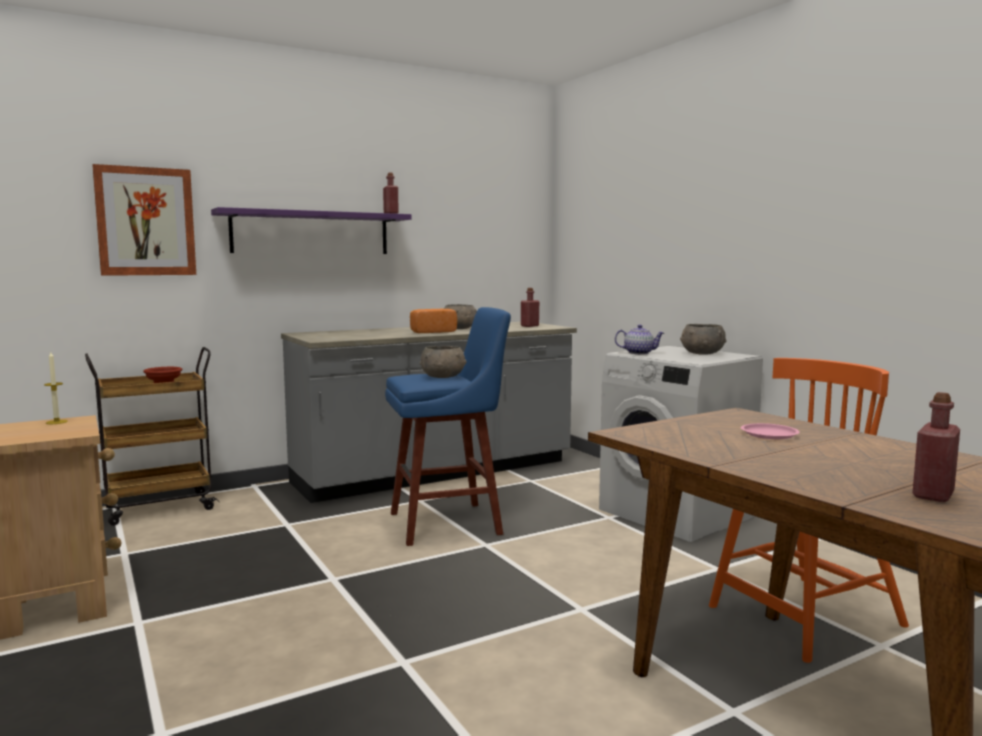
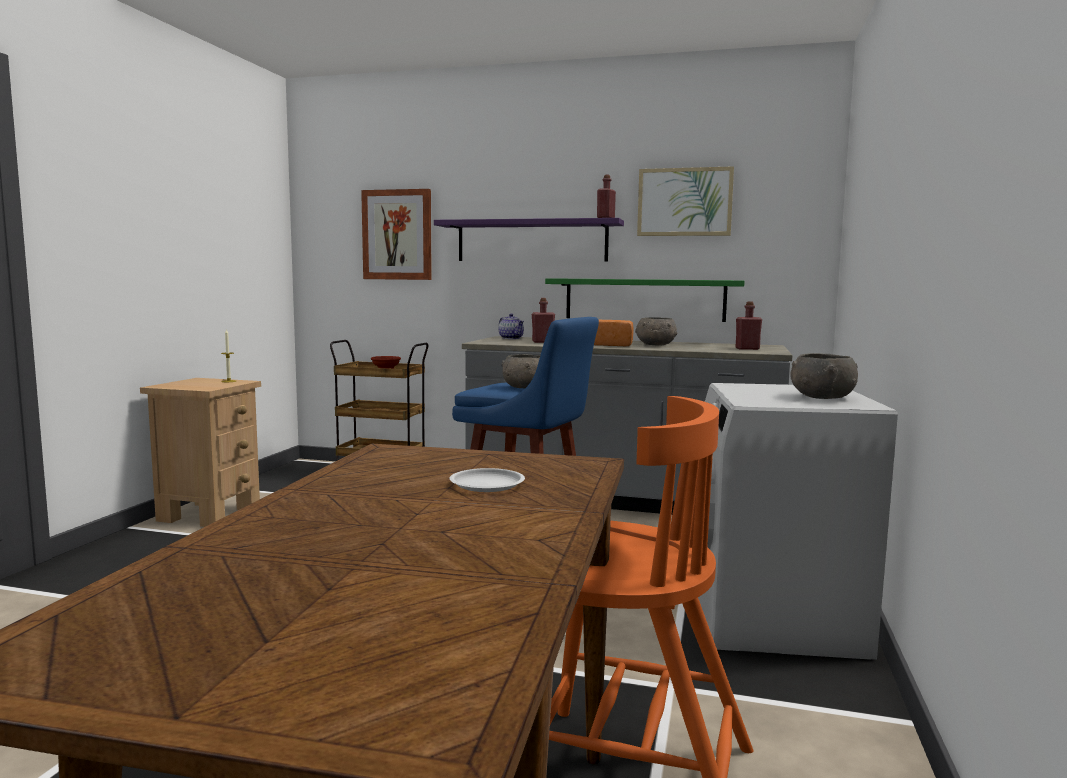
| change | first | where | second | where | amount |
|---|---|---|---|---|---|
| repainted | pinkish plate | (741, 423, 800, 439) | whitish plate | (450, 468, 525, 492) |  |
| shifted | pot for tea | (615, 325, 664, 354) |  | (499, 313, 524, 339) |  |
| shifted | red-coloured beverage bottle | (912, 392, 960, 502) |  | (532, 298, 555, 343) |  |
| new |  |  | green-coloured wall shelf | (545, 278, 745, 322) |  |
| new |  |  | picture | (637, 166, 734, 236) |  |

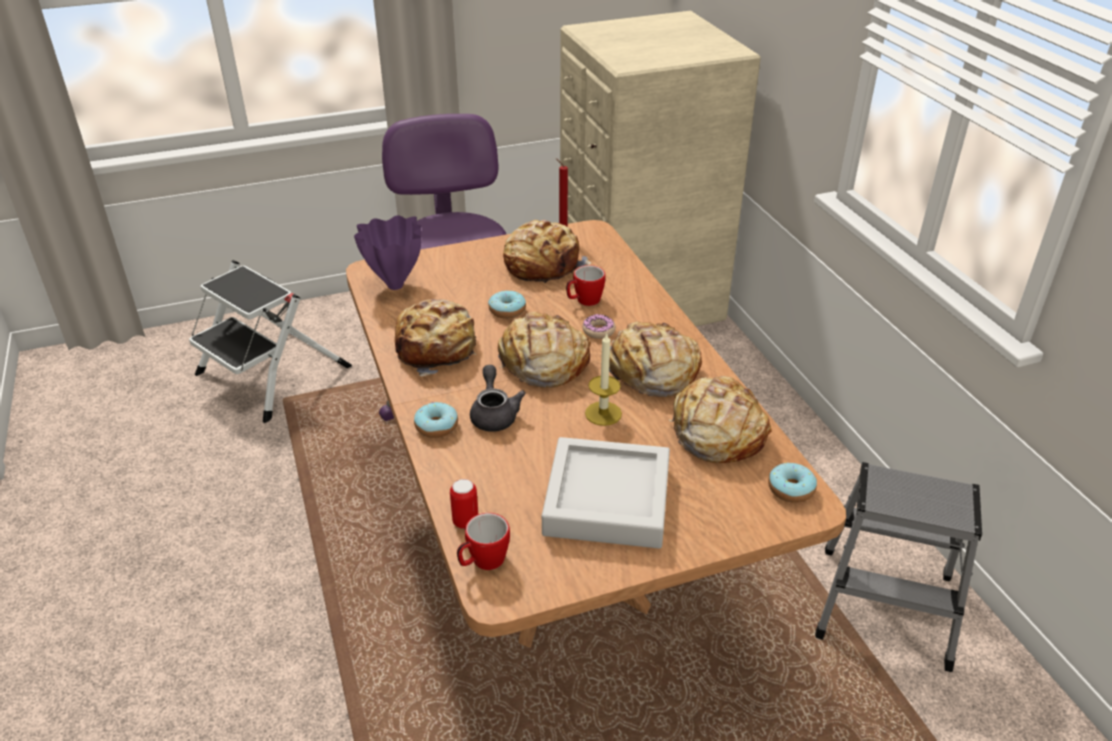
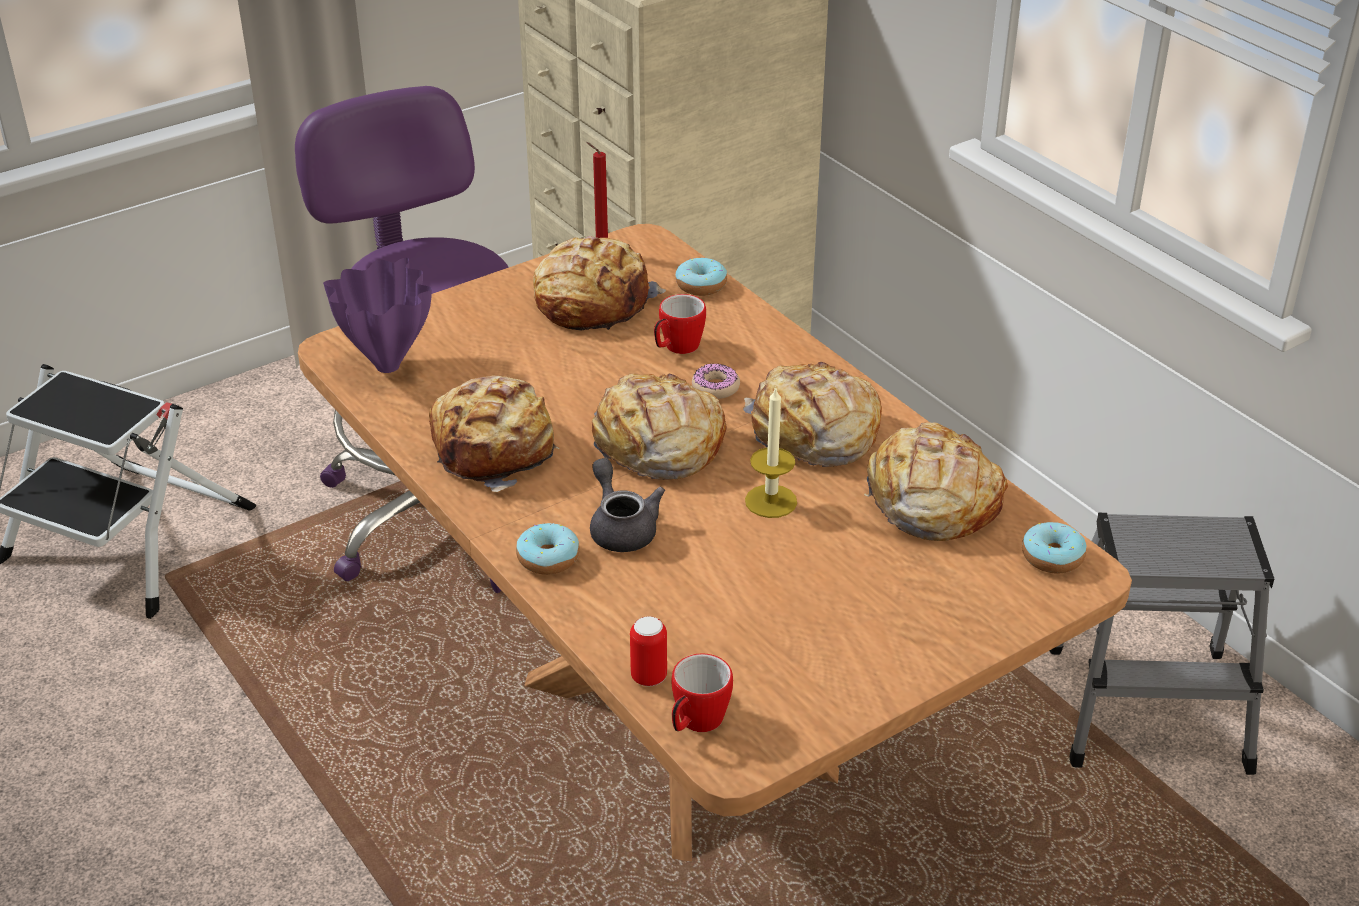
| change | first | where | second | where | amount |
|---|---|---|---|---|---|
| shifted | doughnut | (488, 290, 526, 319) |  | (676, 258, 727, 296) |  |
| gone | greyish serving tray | (542, 437, 670, 548) |  |  |  |

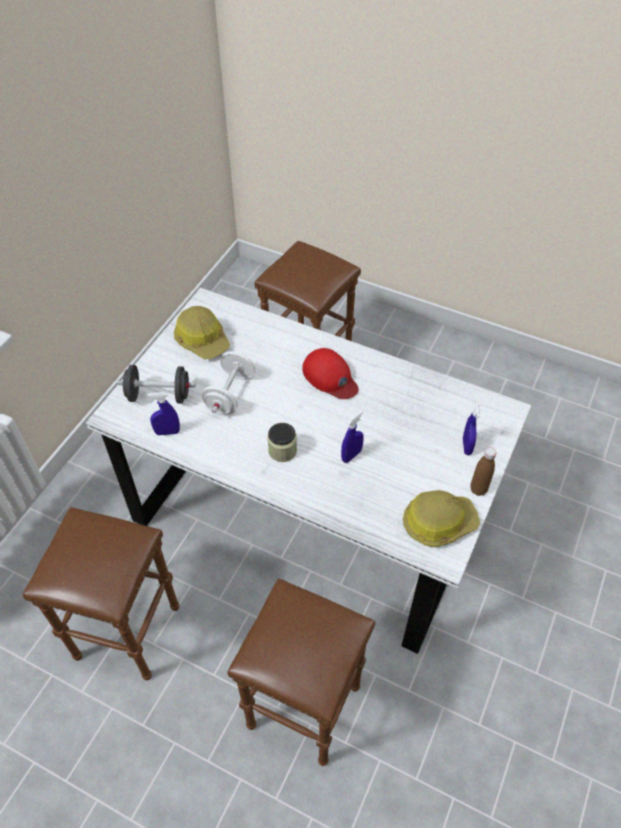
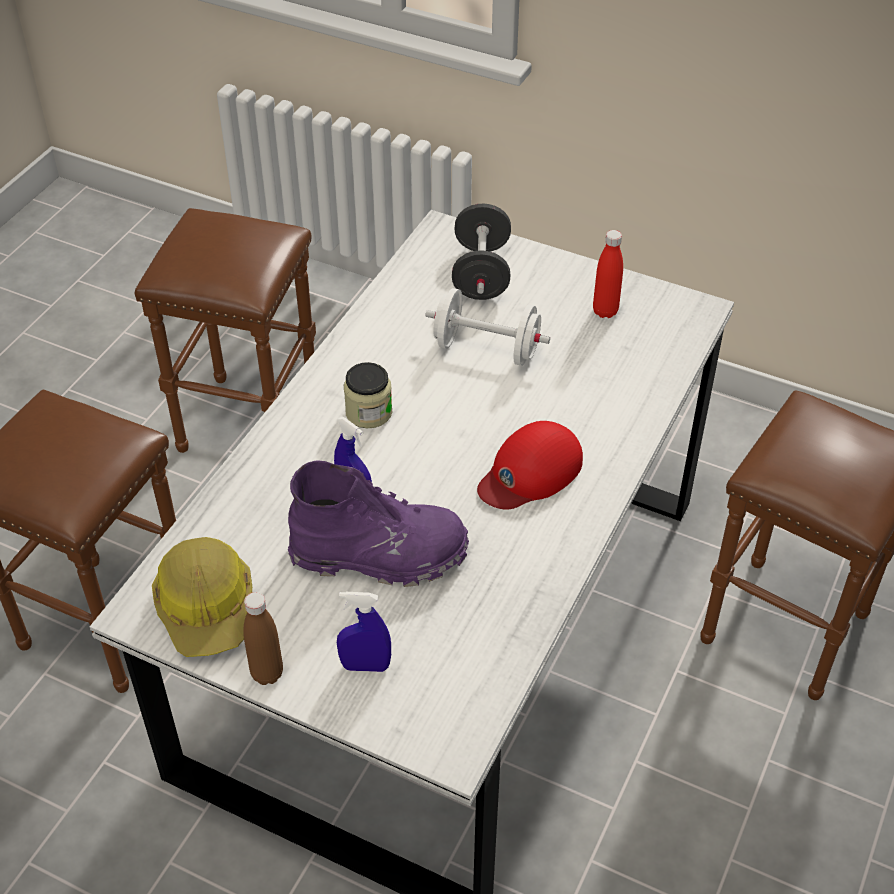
| change | first | where | second | where | amount |
|---|---|---|---|---|---|
| new |  |  | purple-coloured boot | (288, 461, 469, 587) |  |
| swapped | work helmet | (174, 306, 230, 359) | red-coloured beverage bottle | (593, 230, 623, 318) |  |
| gone | blue-coloured spray bottle | (147, 392, 180, 435) |  |  |  |

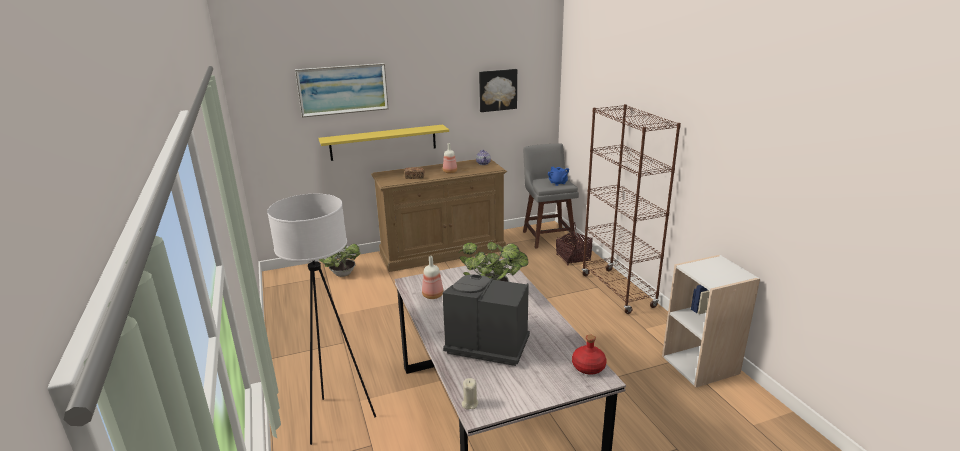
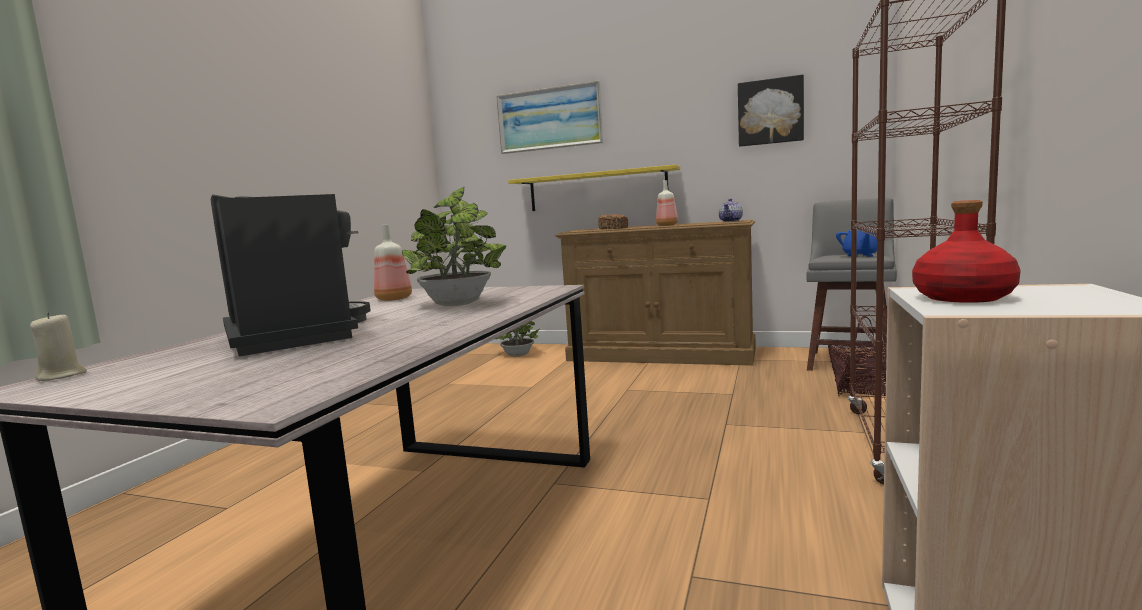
| change | first | where | second | where | amount |
|---|---|---|---|---|---|
| shifted | red-coloured beverage bottle | (572, 335, 607, 375) |  | (912, 200, 1021, 303) |  |
| gone | whitish standing lamp | (267, 194, 376, 445) |  |  |  |

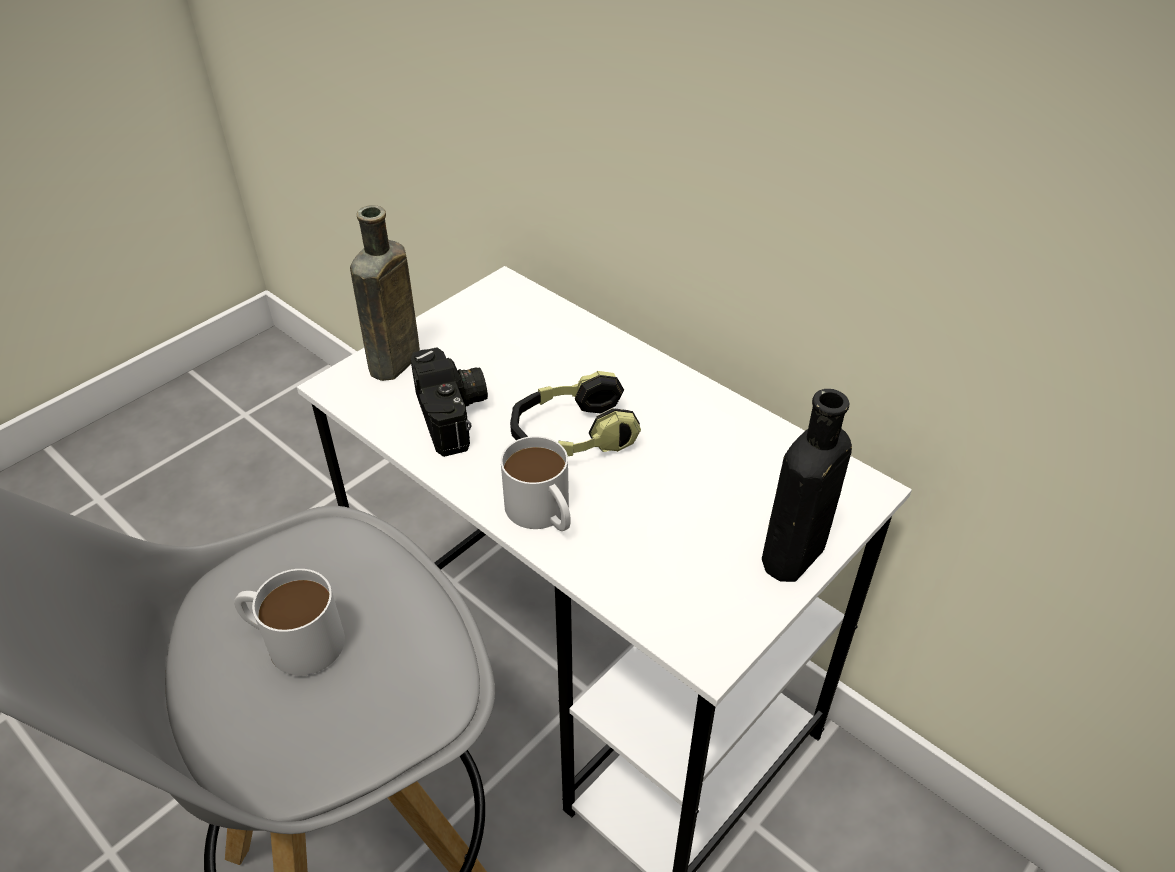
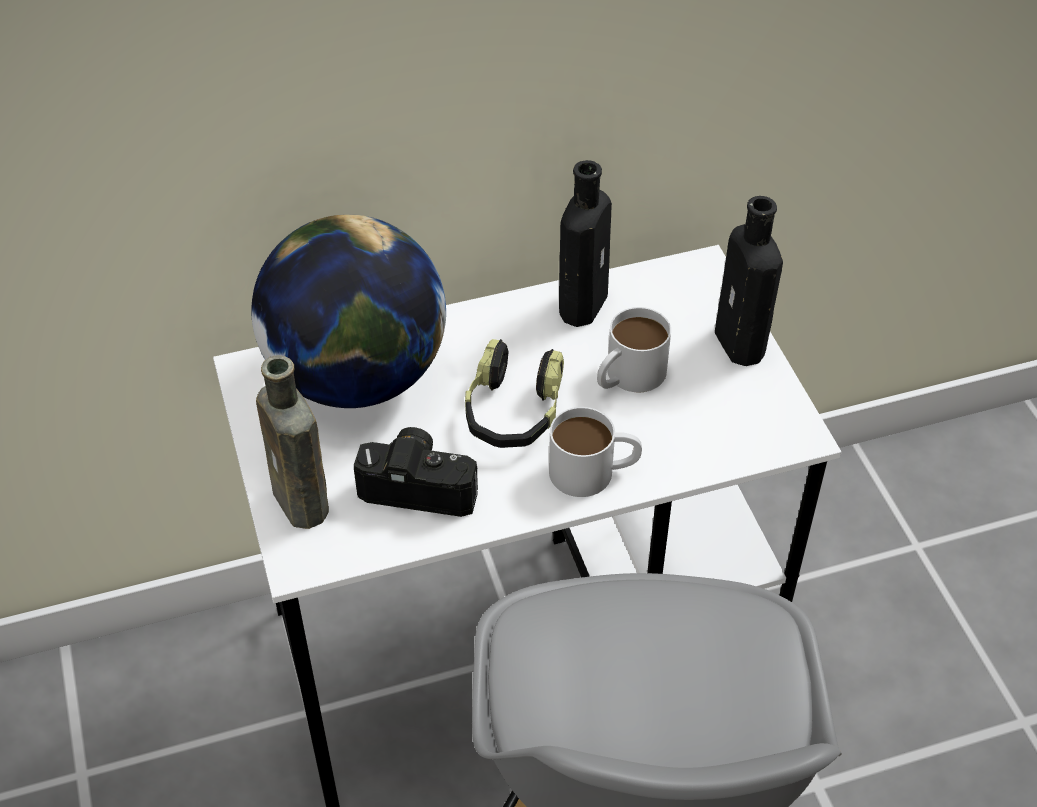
| change | first | where | second | where | amount |
|---|---|---|---|---|---|
| new |  |  | desk globe | (251, 214, 446, 408) |  |
| new |  |  | black beverage bottle | (559, 160, 612, 327) |  |
| shifted | whitish coffee mug | (234, 569, 345, 676) |  | (597, 307, 671, 392) |  |

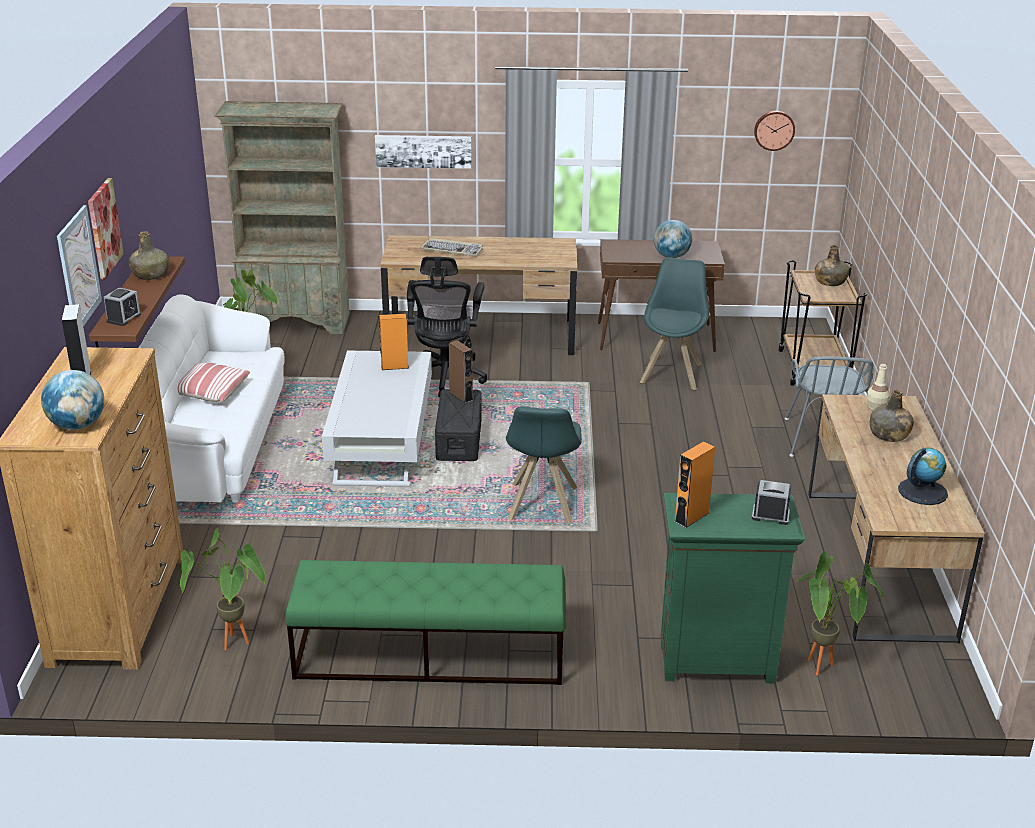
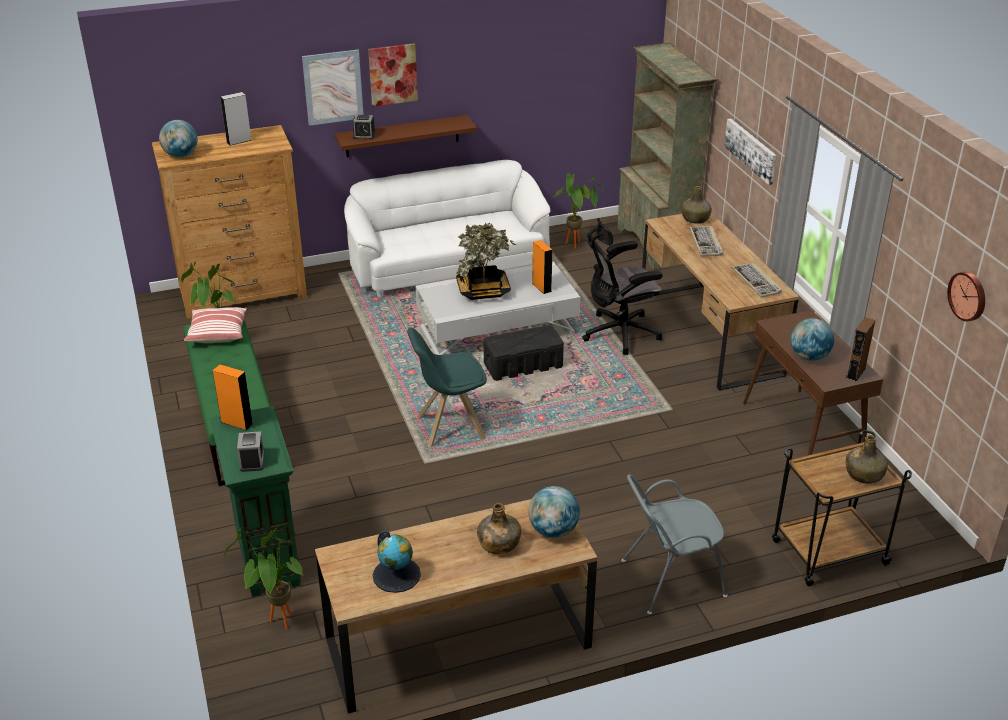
| change | first | where | second | where | amount |
|---|---|---|---|---|---|
| shifted | cushion | (177, 363, 250, 402) |  | (184, 307, 247, 343) |  |
| new |  |  | houseplant | (456, 223, 516, 300) |  |
| swapped | beige beverage bottle | (867, 364, 890, 410) | desk globe | (528, 486, 580, 538) |  |
| shifted | green-coloured beverage bottle | (129, 231, 169, 280) |  | (682, 186, 712, 224) |  |
| new |  |  | computer keyboard | (731, 262, 782, 298) |  |
| shifted | brown loudspeaker | (449, 340, 473, 403) |  | (846, 318, 875, 382) |  |
| gone | blue-green upright chair | (640, 257, 709, 390) |  |  |  |

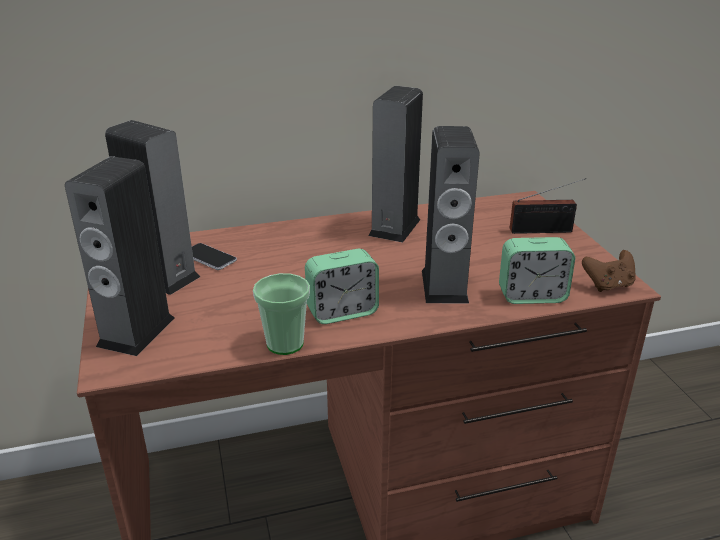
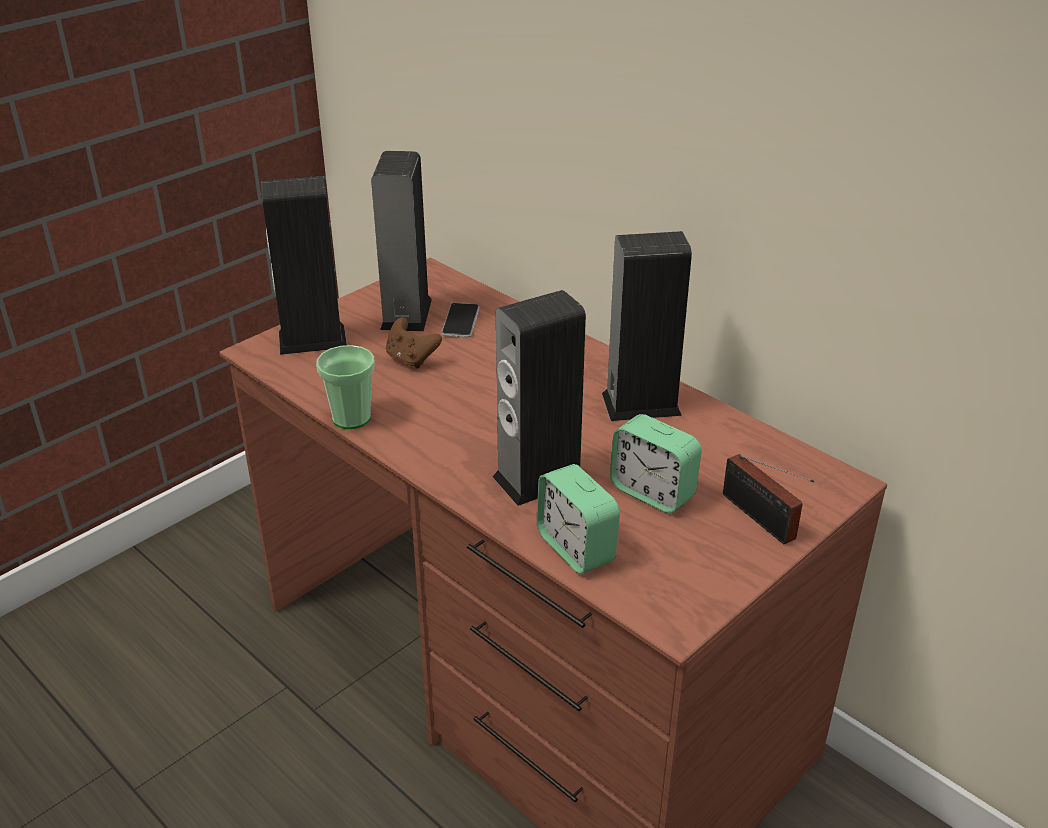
| change | first | where | second | where | amount |
|---|---|---|---|---|---|
| shifted | brown game controller | (582, 250, 635, 292) |  | (386, 317, 442, 369) |  |
| shifted | table clock | (305, 249, 379, 324) |  | (610, 414, 702, 513) |  |

